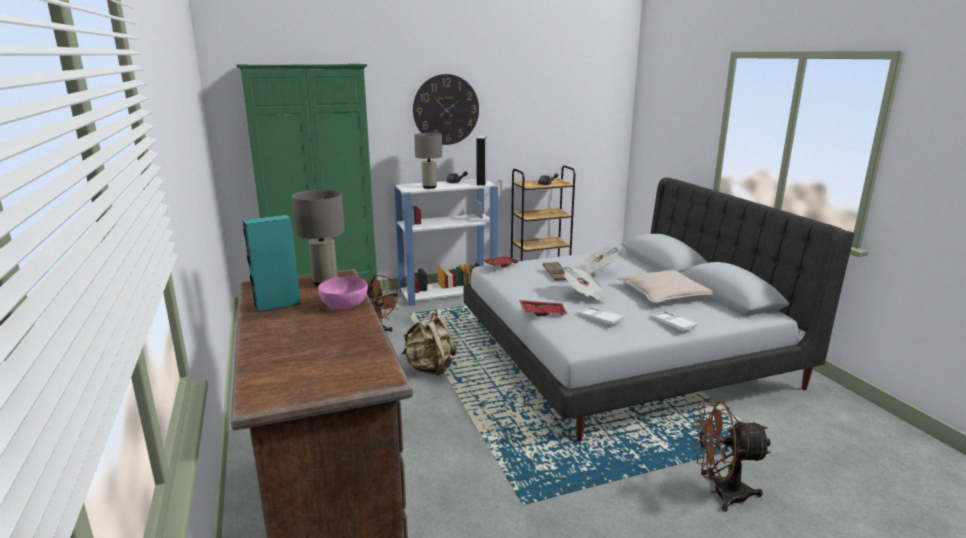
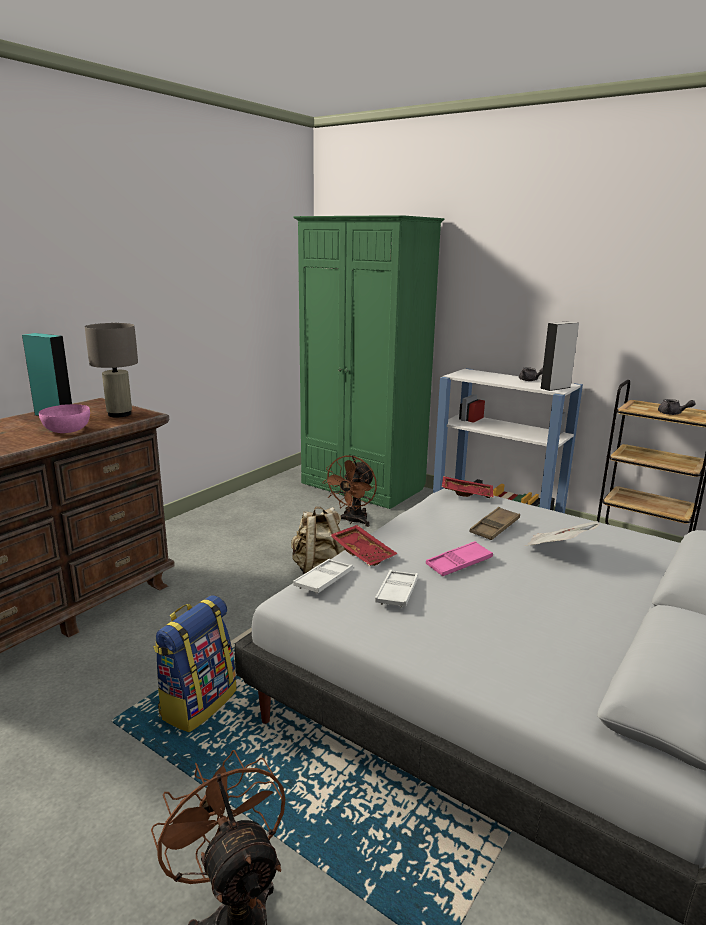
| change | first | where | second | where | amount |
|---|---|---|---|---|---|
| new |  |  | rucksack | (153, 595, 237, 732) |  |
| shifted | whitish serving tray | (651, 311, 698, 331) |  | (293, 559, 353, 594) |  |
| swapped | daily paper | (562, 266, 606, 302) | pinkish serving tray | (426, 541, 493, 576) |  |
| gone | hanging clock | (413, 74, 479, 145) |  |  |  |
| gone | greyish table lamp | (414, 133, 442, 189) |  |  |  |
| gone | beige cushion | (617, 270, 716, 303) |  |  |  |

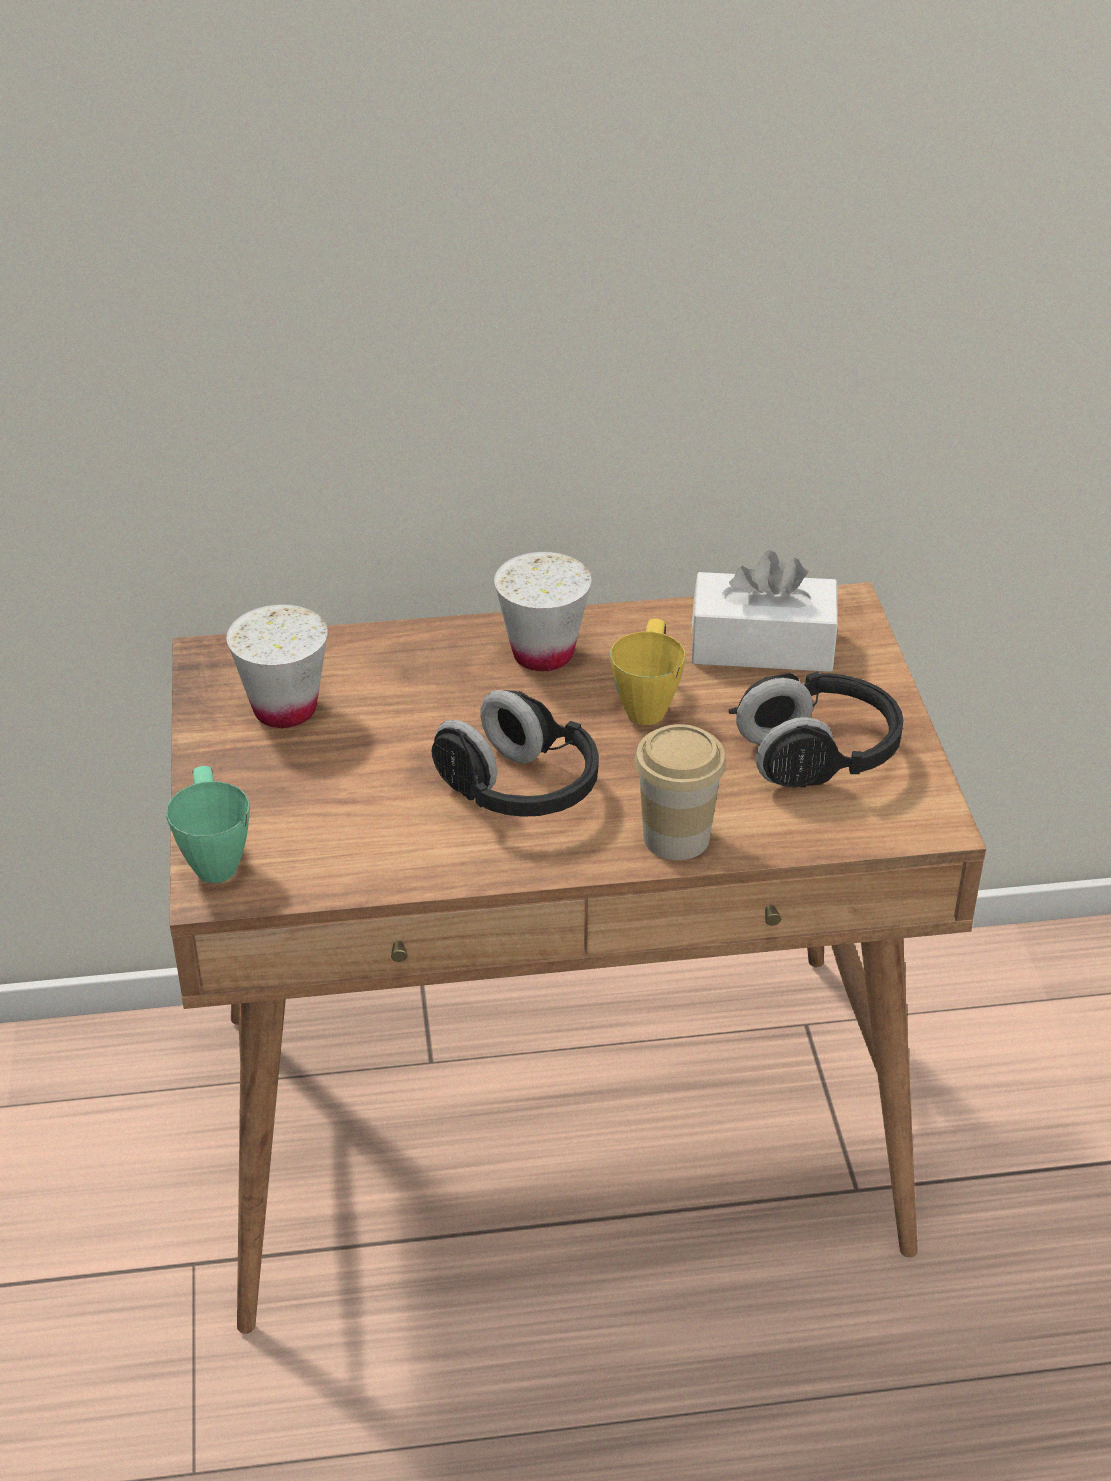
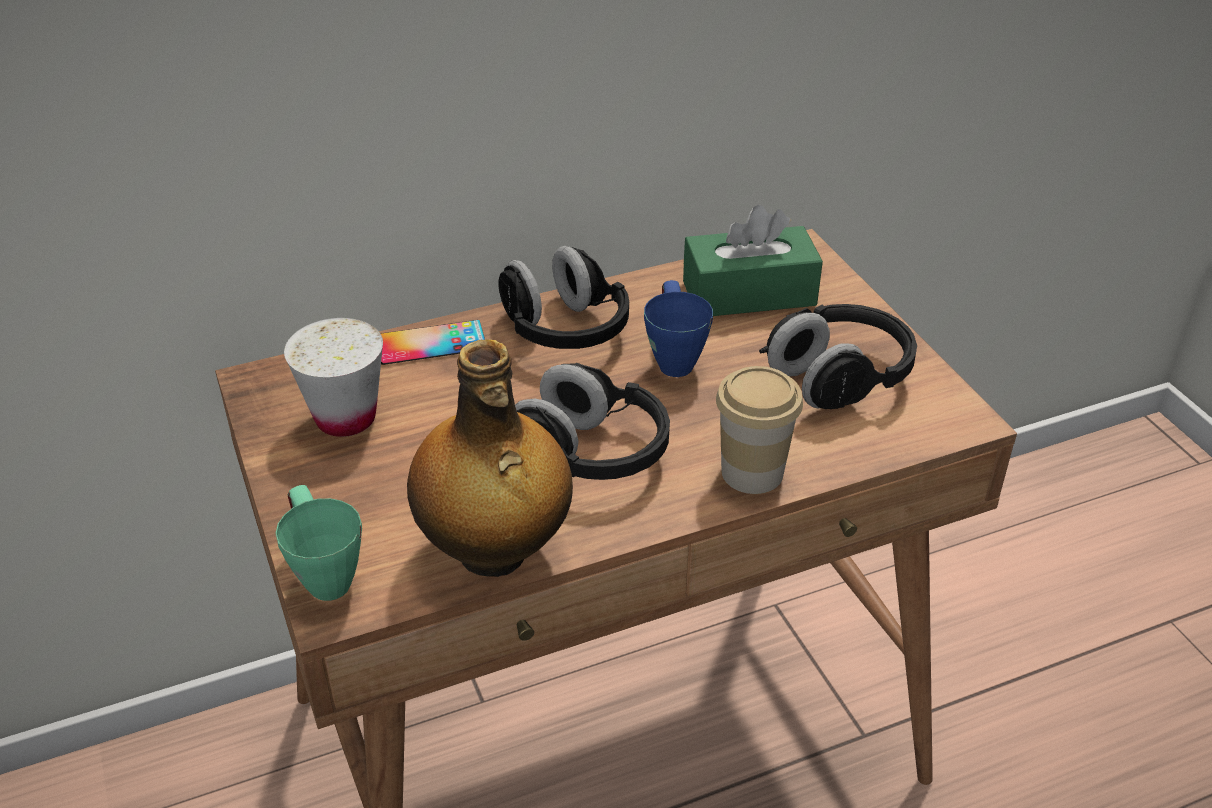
| change | first | where | second | where | amount |
|---|---|---|---|---|---|
| new |  |  | telephone | (380, 320, 485, 365) |  |
| new |  |  | beverage bottle | (407, 339, 573, 577) |  |
| swapped | whitish cup | (494, 552, 591, 671) | black headphones | (498, 246, 629, 349) |  |
| repainted | yellow coffee mug | (610, 619, 686, 725) | blue-coloured coffee mug | (644, 280, 713, 377) |  |
| repainted | whitish tissue holder | (691, 550, 838, 672) | green-coloured tissue holder | (683, 205, 823, 316) |  |

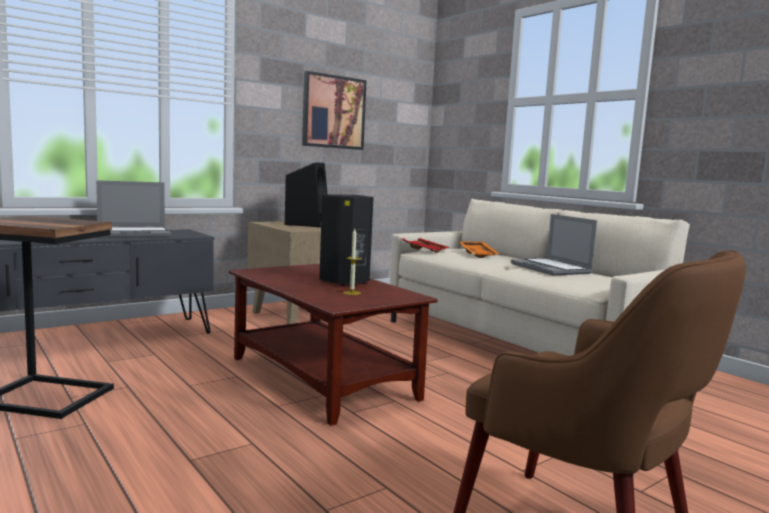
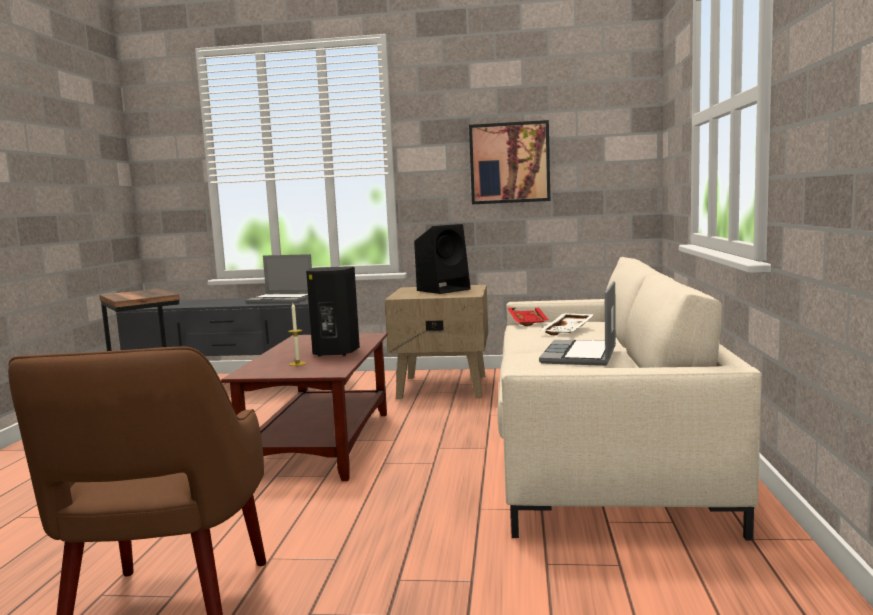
| change | first | where | second | where | amount |
|---|---|---|---|---|---|
| repainted | orange serving tray | (460, 241, 500, 258) | whitish serving tray | (541, 313, 595, 335) |  |

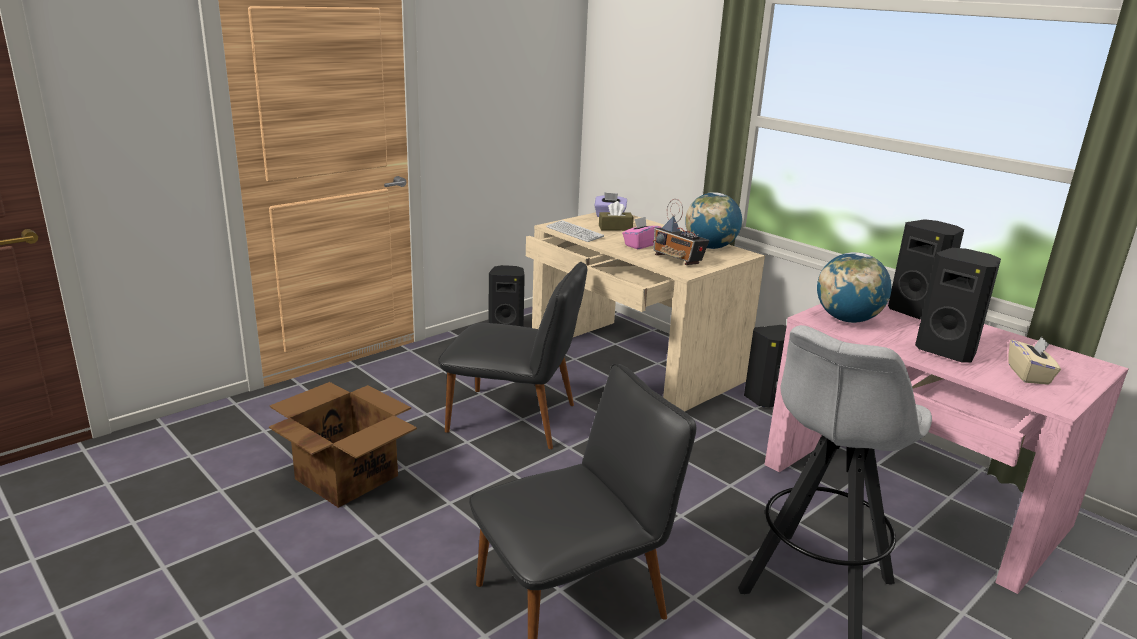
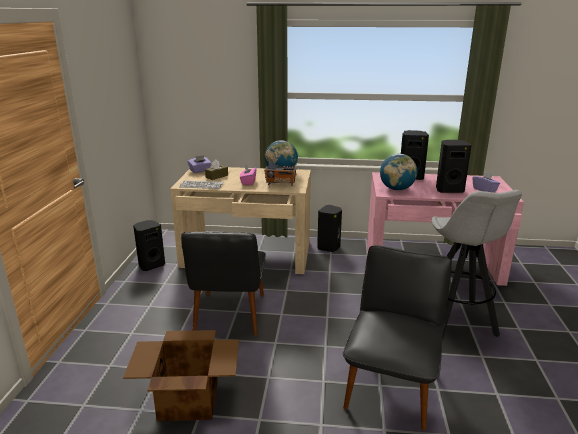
| change | first | where | second | where | amount |
|---|---|---|---|---|---|
| rotated | black upright chair | (438, 262, 587, 449) |  | (181, 232, 266, 336) | 120 degrees clockwise |
| repainted | beige tissue holder | (1009, 336, 1061, 385) | purple-coloured tissue holder | (473, 171, 500, 192) |  |

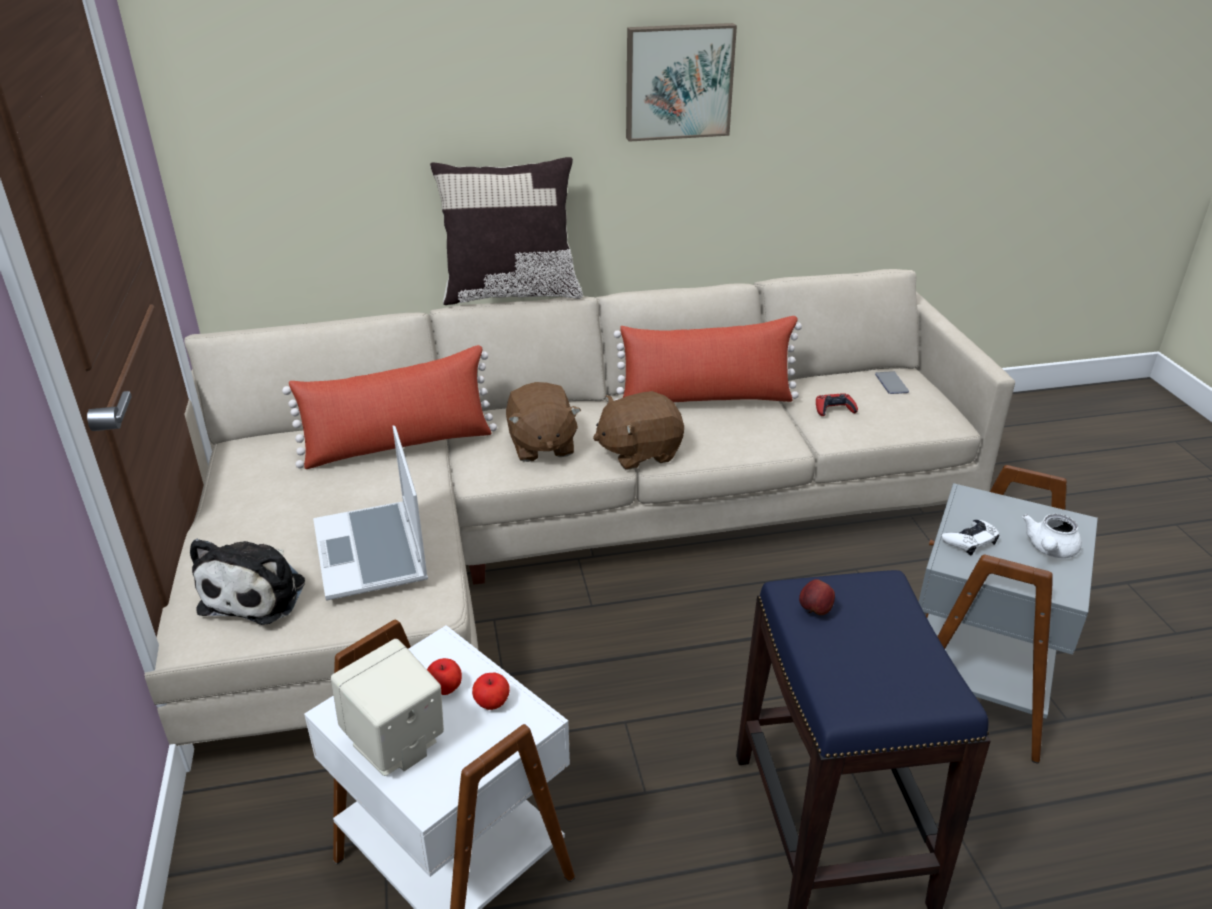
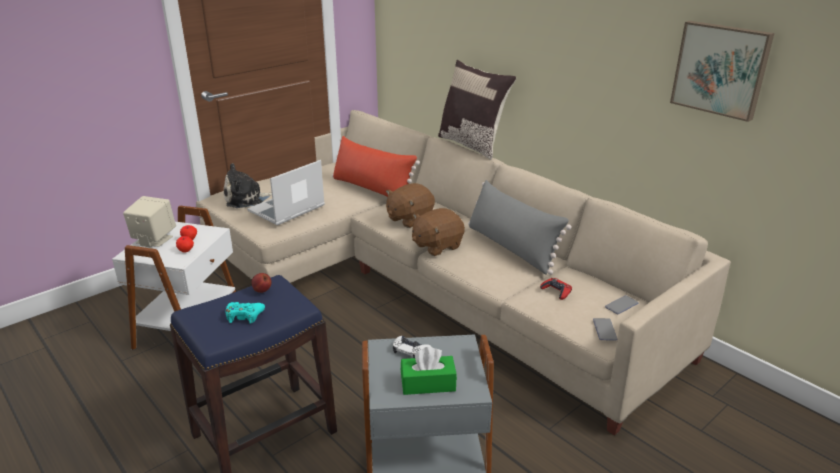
| change | first | where | second | where | amount |
|---|---|---|---|---|---|
| new |  |  | blue-green game controller | (226, 302, 265, 324) |  |
| swapped | whitish pot for tea | (1022, 514, 1082, 558) | green-coloured tissue holder | (401, 347, 457, 395) |  |
| rotated | brown plush toy | (593, 391, 684, 470) |  | (412, 208, 465, 256) | 75 degrees counterclockwise |
| repainted | red-coloured cushion | (613, 316, 802, 402) | greyish cushion | (468, 180, 572, 275) |  |
| new |  |  | telephone | (593, 318, 617, 341) |  |
| shifted | picture | (626, 23, 737, 142) |  | (670, 21, 774, 122) |  |

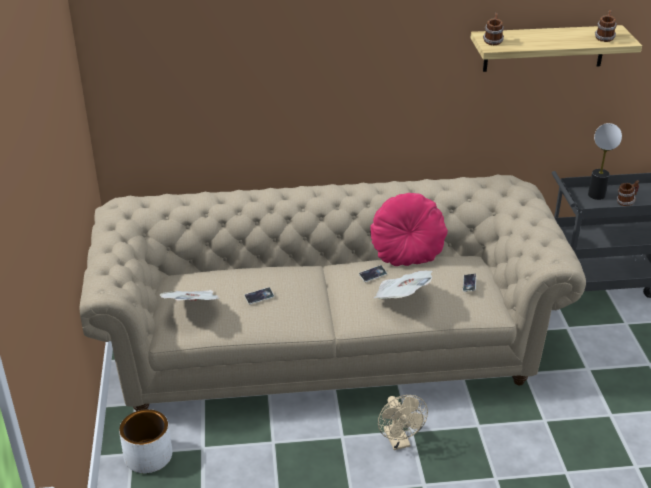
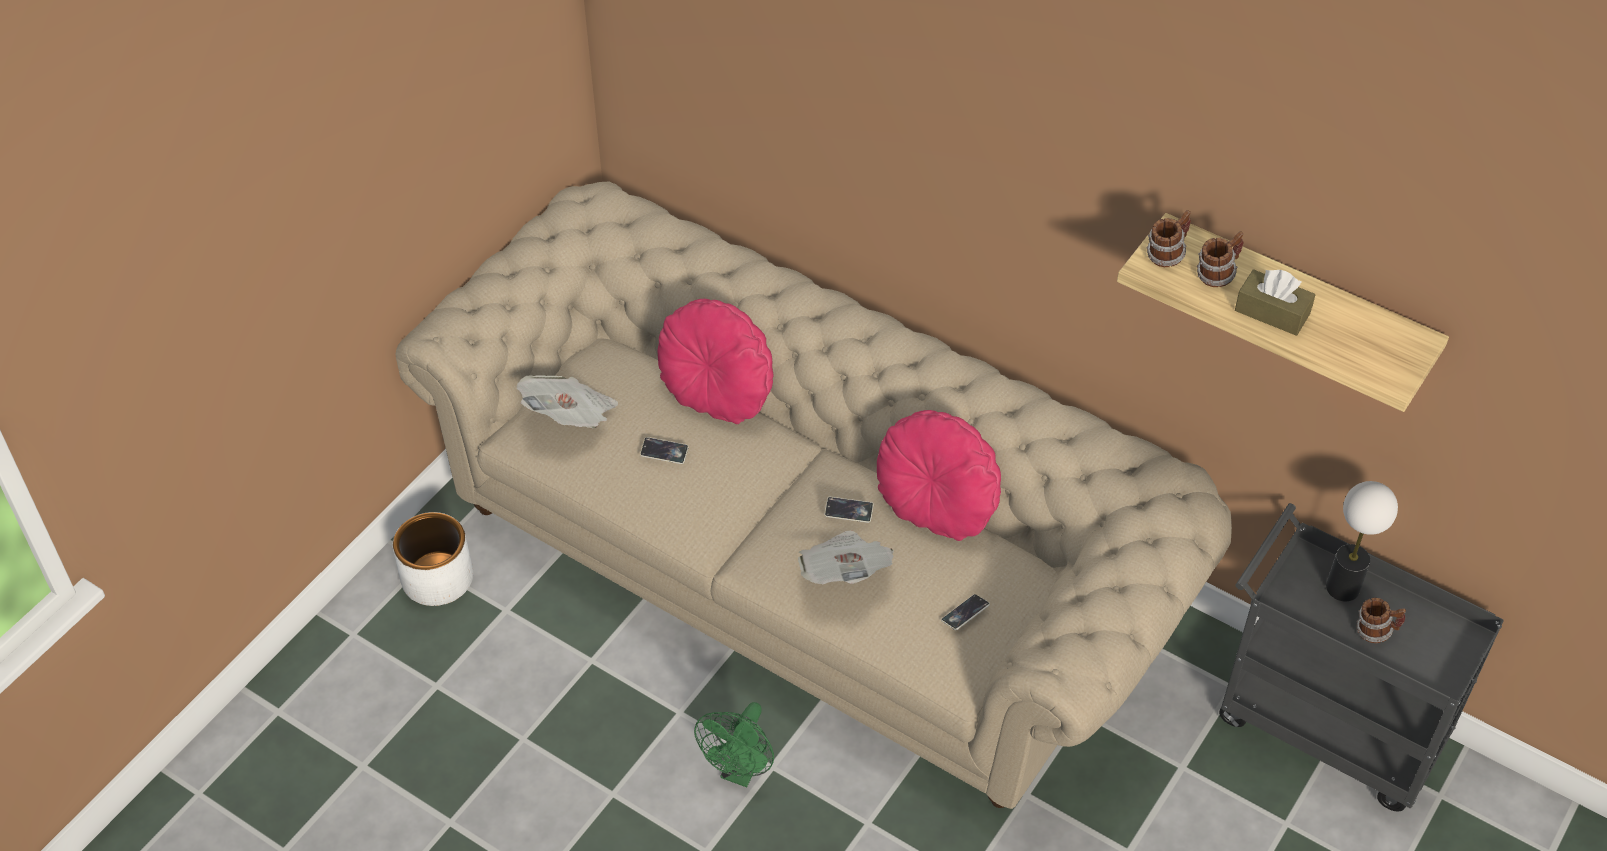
| change | first | where | second | where | amount |
|---|---|---|---|---|---|
| new |  |  | pinkish cushion | (658, 299, 773, 424) |  |
| repainted | beige electric fan | (378, 395, 428, 450) | green-coloured electric fan | (694, 702, 774, 787) |  |
| shifted | coffee mug | (595, 10, 617, 42) |  | (1197, 231, 1244, 287) |  |
| new |  |  | brown tissue holder | (1235, 269, 1316, 336) |  |

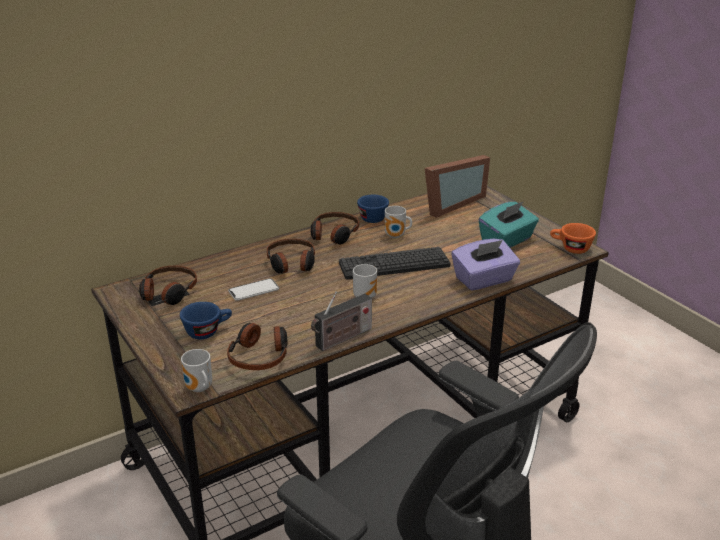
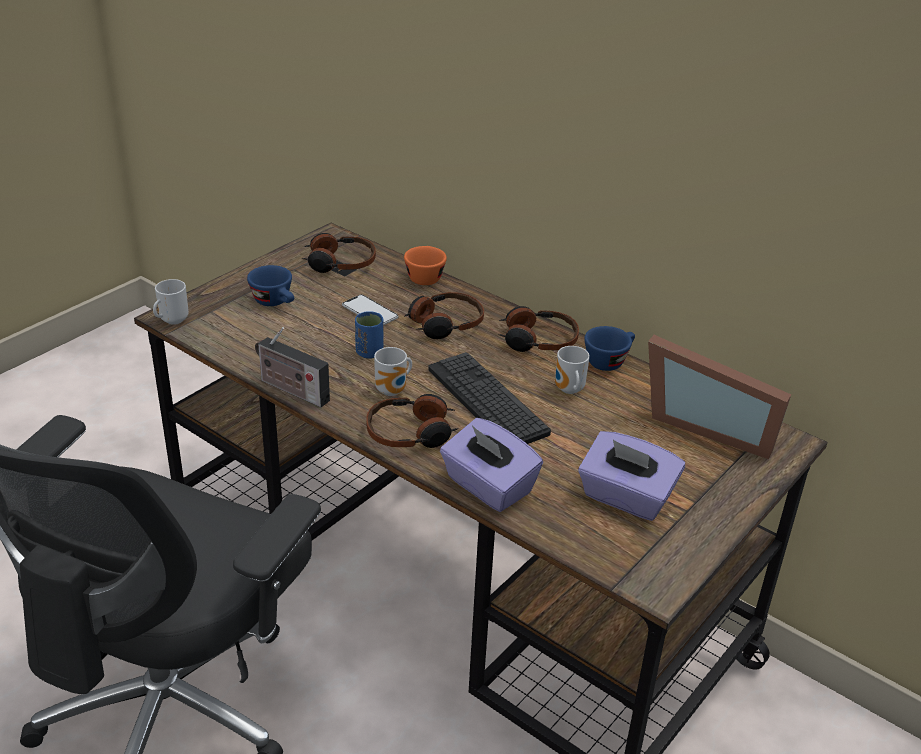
| change | first | where | second | where | amount |
|---|---|---|---|---|---|
| new |  |  | blue-coloured cup | (355, 311, 384, 359) |  |
| shifted | headphones | (227, 323, 288, 370) |  | (366, 394, 459, 448) |  |
| shifted | orange cup | (550, 223, 596, 254) |  | (404, 246, 447, 285) |  |
| repainted | blue-green tissue holder | (478, 201, 539, 248) | purple-coloured tissue holder | (578, 431, 685, 521) |  |

